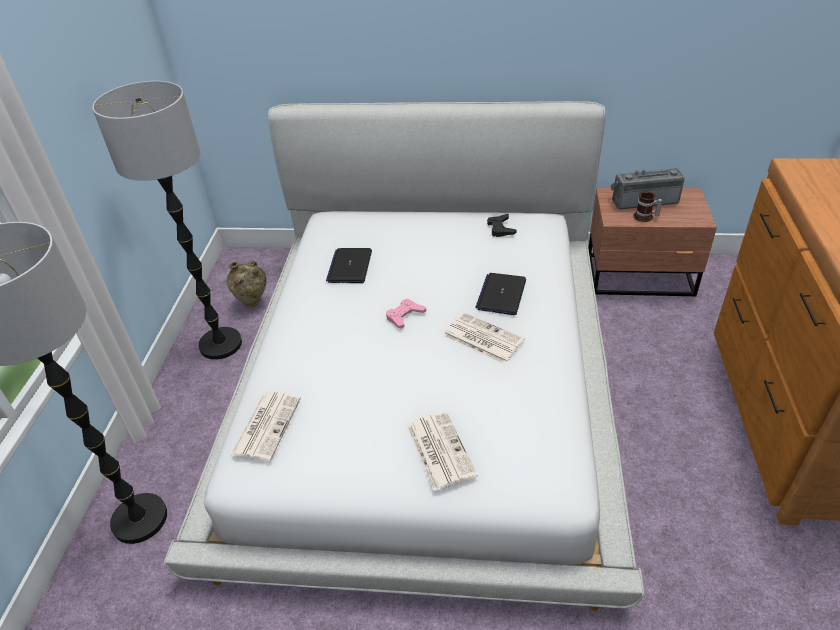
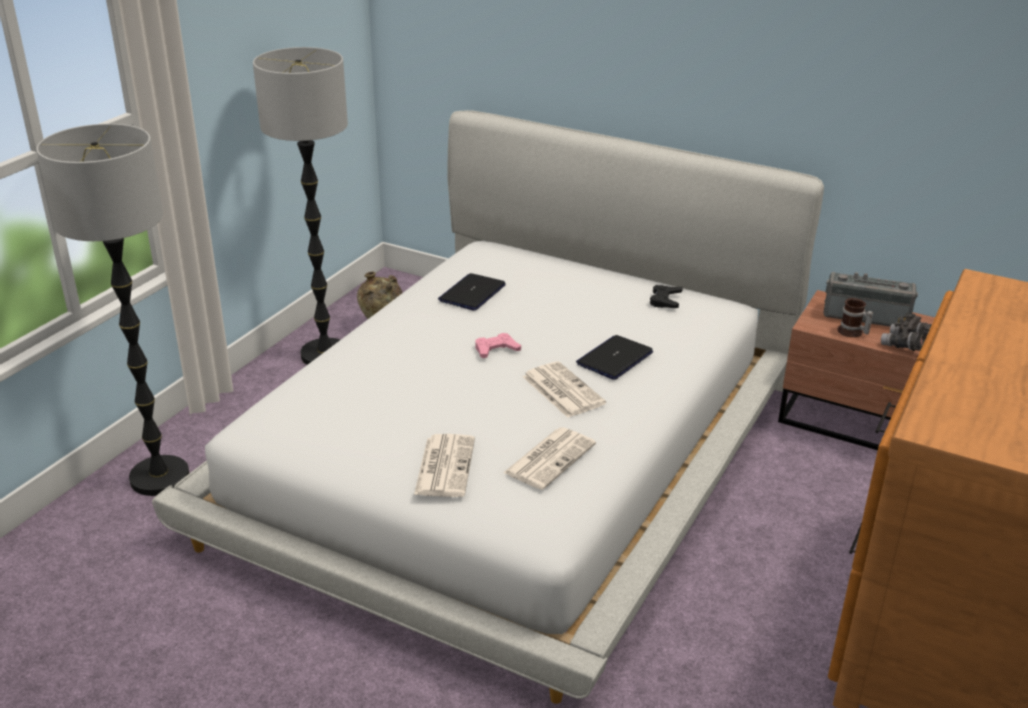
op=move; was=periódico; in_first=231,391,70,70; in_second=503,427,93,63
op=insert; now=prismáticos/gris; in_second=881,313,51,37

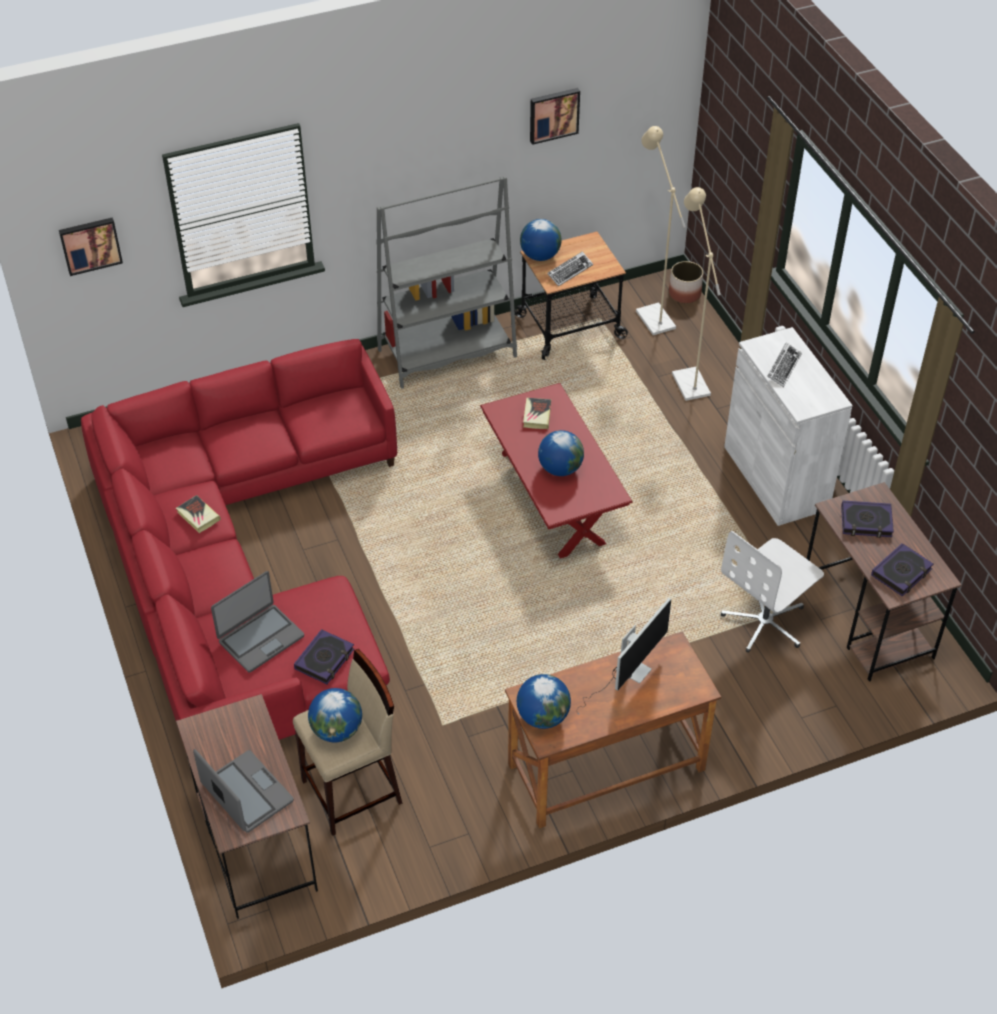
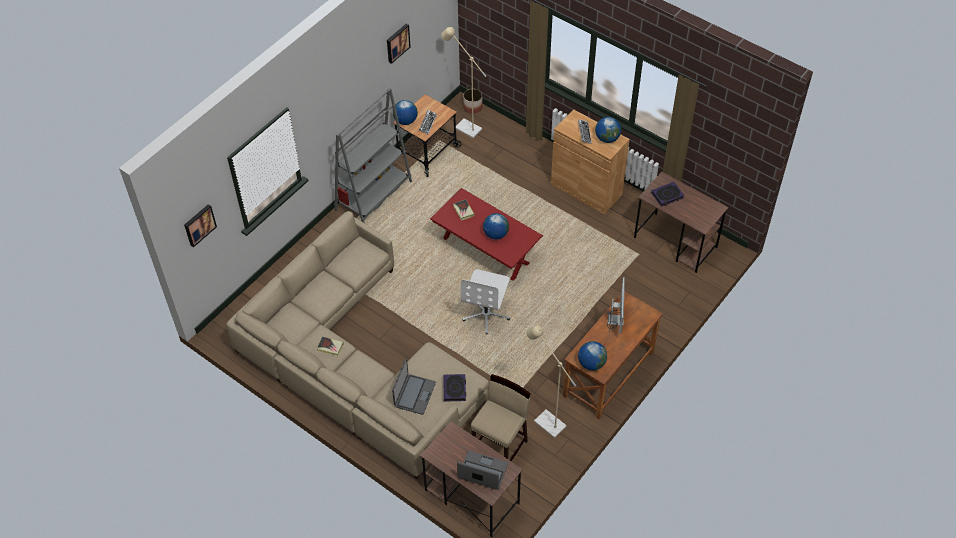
op=move; was=lámpara de pie/beis; in_first=672,187,49,214; in_second=526,325,50,113
op=recolor; was=armario/blanco; now=armario/marrón; in_first=724,327,129,199; in_second=551,109,79,105
op=recolor; was=sofá/rojo; now=sofá/beis; in_first=81,339,316,401; in_second=226,211,263,268
op=move; was=silla de oficina/blanco; in_first=721,531,103,122; in_second=461,270,49,65
op=delete; was=libro; in_first=871,543,62,53
op=move; was=globo terráqueo; in_first=308,688,54,54; in_second=595,117,26,26

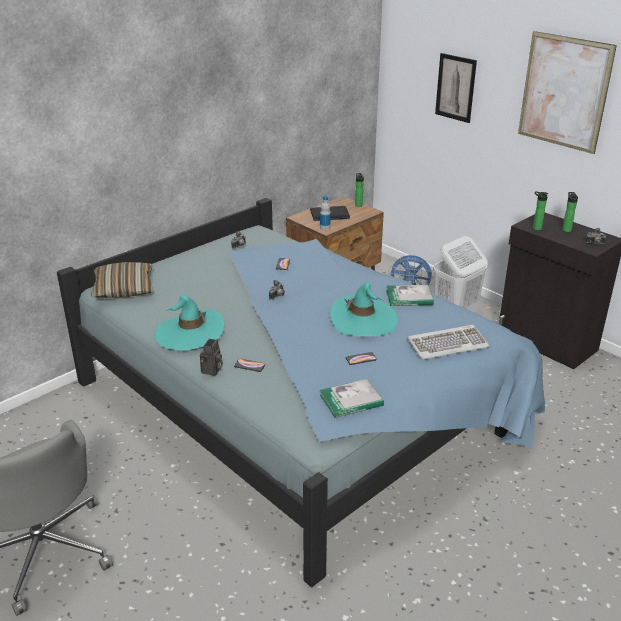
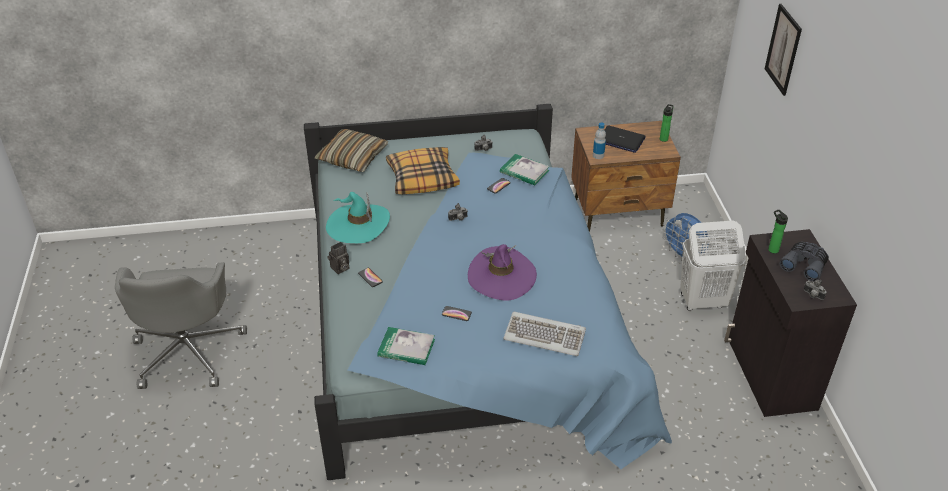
op=delete; was=cuadro; in_first=518,31,99,123
op=replace; was=botella; now=prismáticos/gris; in_first=562,192,16,40; in_second=779,241,50,41
op=recolor; was=sombrero/turquesa; now=sombrero/morado; in_first=330,282,69,54; in_second=468,244,69,57
op=move; was=libro; in_first=386,285,48,21; in_second=500,154,50,32
op=insert; now=cojín; in_second=386,147,74,47

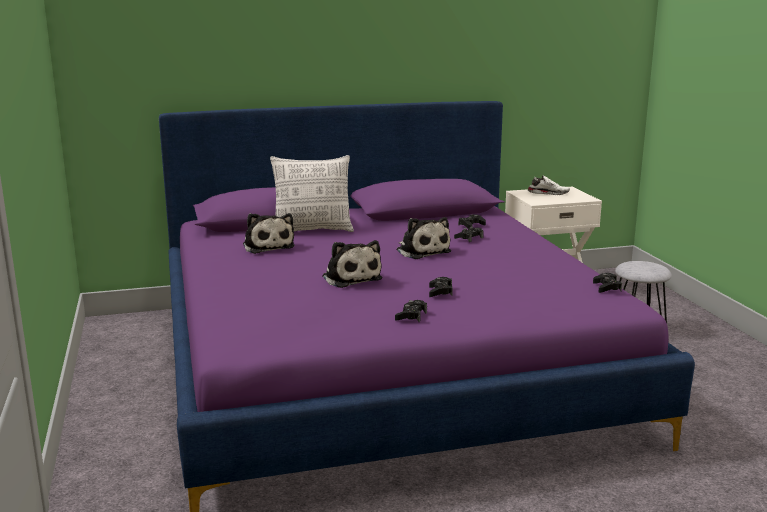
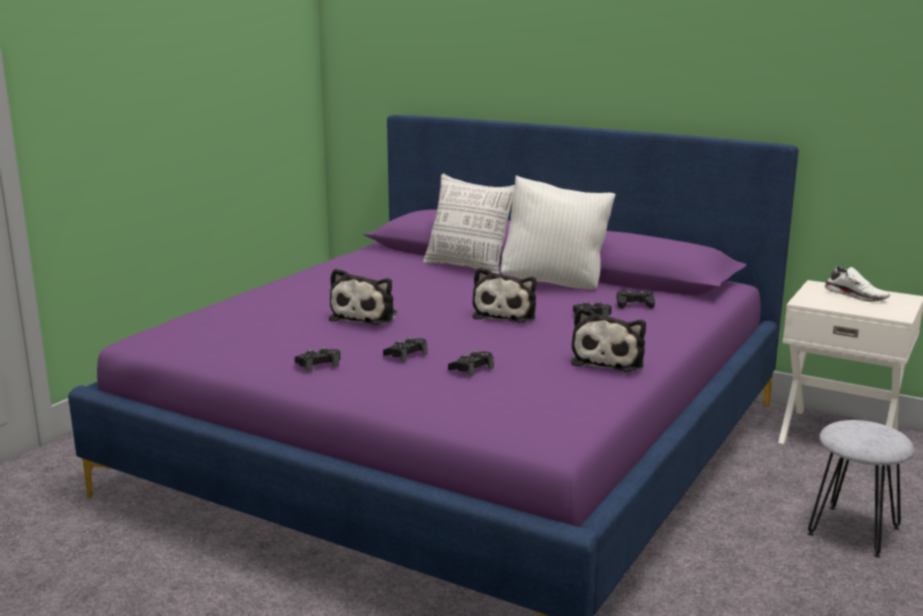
op=move; was=peluche; in_first=243,213,52,41; in_second=571,307,75,65
op=move; was=mando de consola/negro; in_first=593,273,29,20; in_second=448,350,46,27
op=insert; now=cojín/blanco; in_second=501,175,115,114

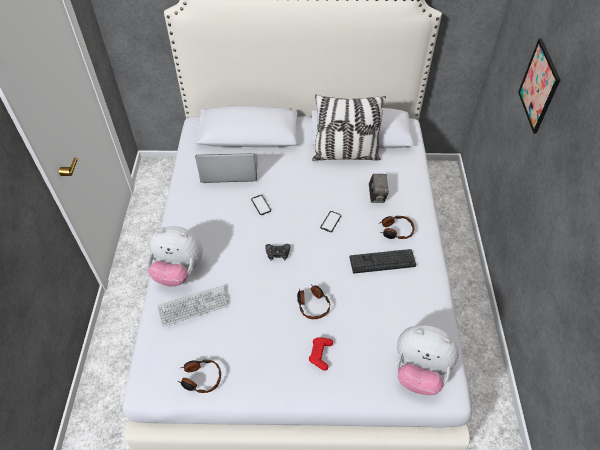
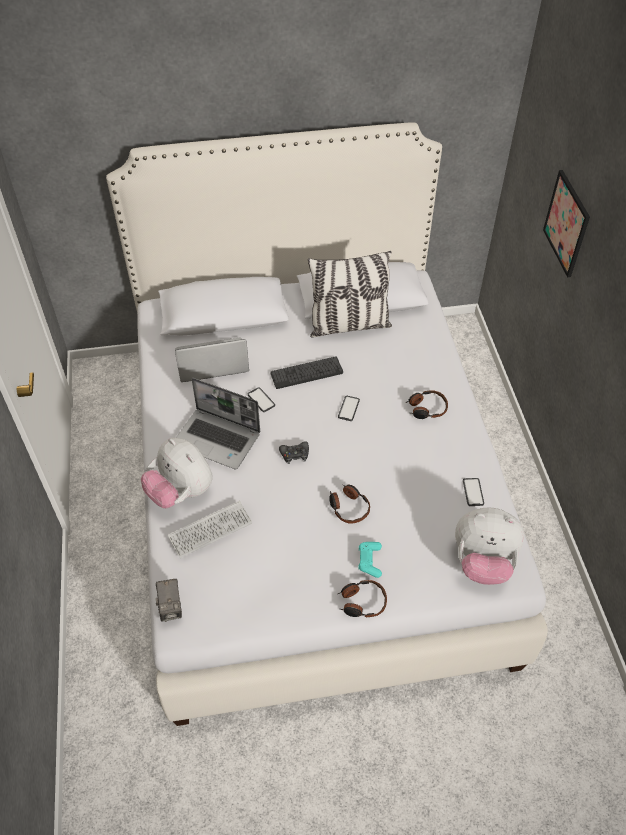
op=move; was=cámara; in_first=369,174,20,29; in_second=155,579,27,43
op=rotate; was=peluche; in_first=147,226,56,61; in_second=141,438,72,70; clockwise=45
op=move; was=teclado; in_first=350,249,66,24; in_second=271,356,72,33
op=recolor; was=mando de consola/rojo; now=mando de consola/turquesa; in_first=309,337,24,34; in_second=358,542,24,36
op=move; was=auriculares; in_first=178,360,43,33; in_second=338,580,49,37
op=insert; now=portátil; in_second=176,378,84,91
op=insert; now=móvil; in_second=463,478,21,28

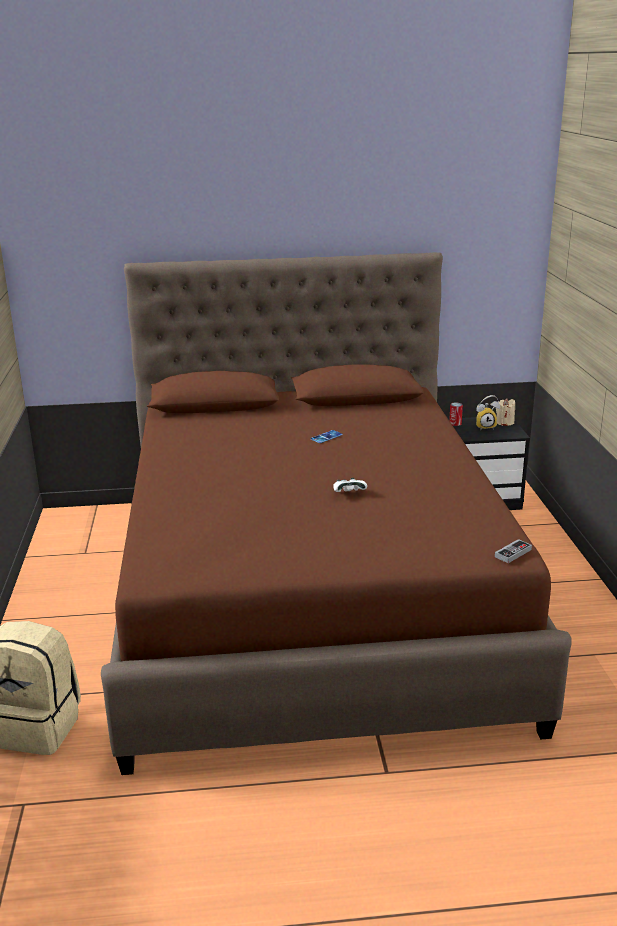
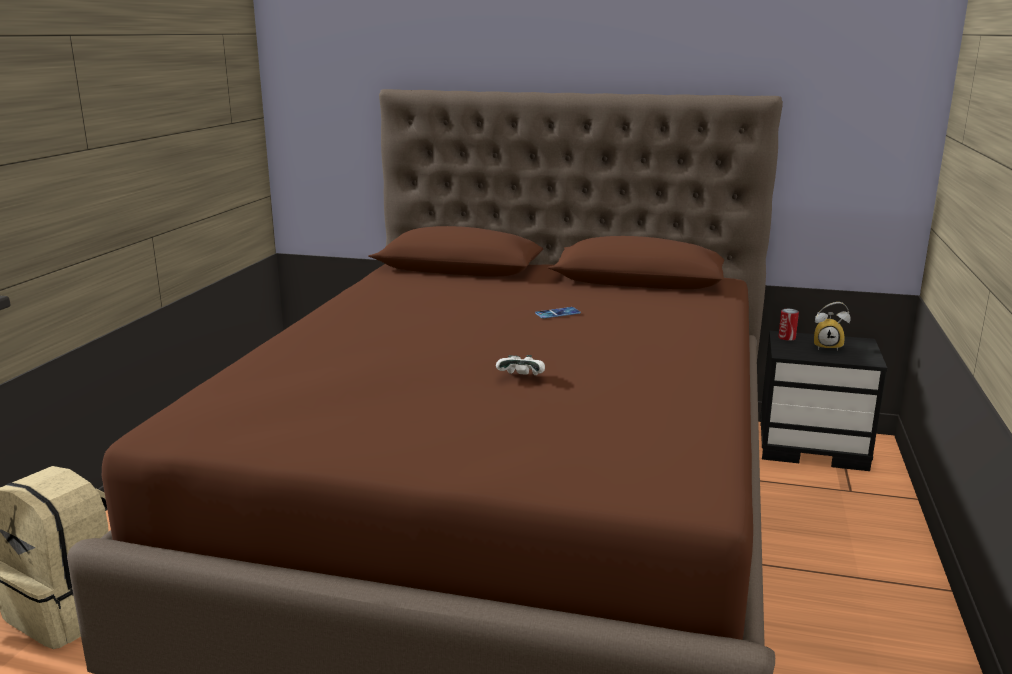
op=delete; was=vela/beis; in_first=496,398,19,28
op=delete; was=mando de consola; in_first=495,539,37,24

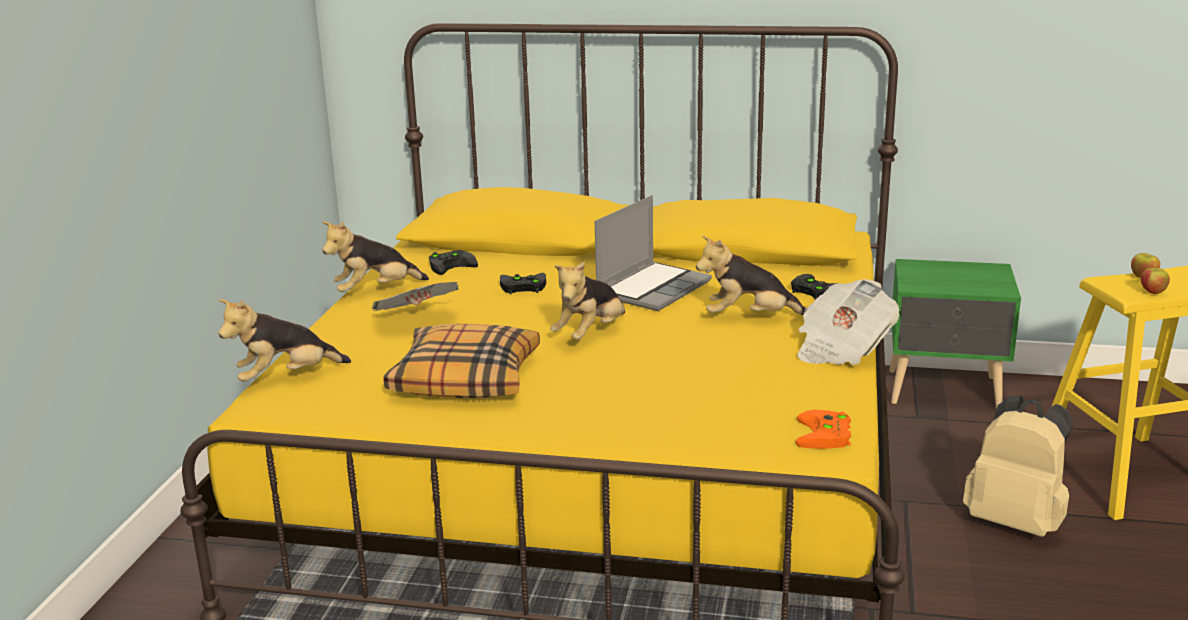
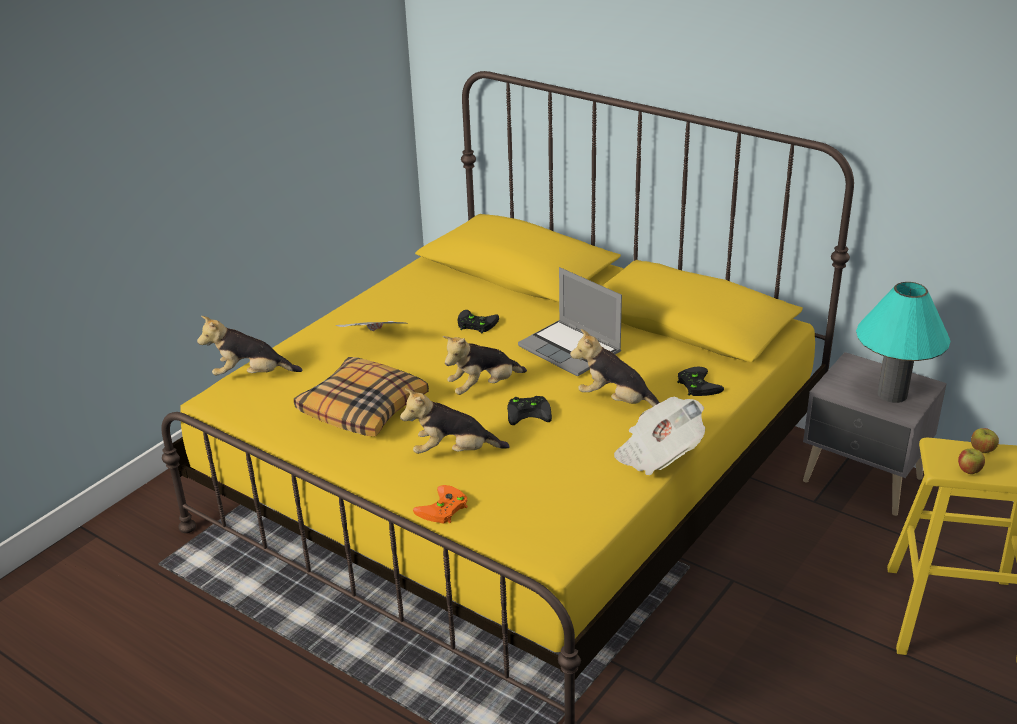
op=rotate; was=portátil; in_first=595,195,117,116; in_second=518,267,104,109; clockwise=75
op=move; was=peluche; in_first=322,221,107,71; in_second=400,388,110,66
op=move; was=mando de consola/negro; in_first=429,250,49,25; in_second=507,396,45,29
op=recolor; was=mesita de noche/verde; now=mesita de noche/gris; in_first=889,259,132,149; in_second=803,352,144,164
op=delete; was=mochila/beis; in_first=963,395,111,142
op=move; was=mando de consola/naranja; in_first=796,410,56,39; in_second=413,485,55,38
op=insert; now=lámpara de mesa/turquesa; in_second=856,282,94,121

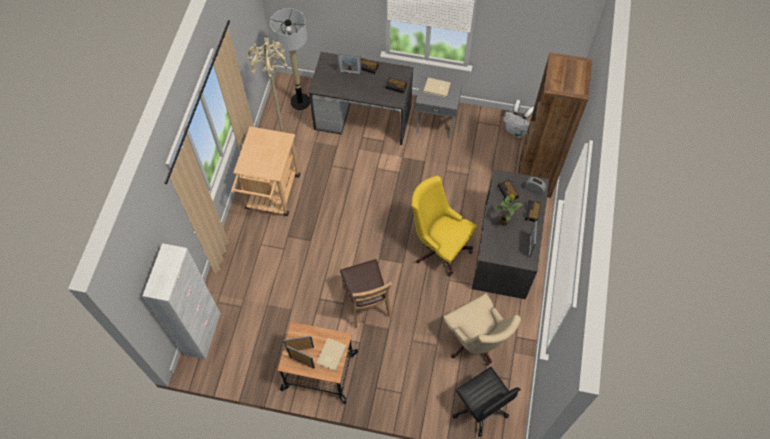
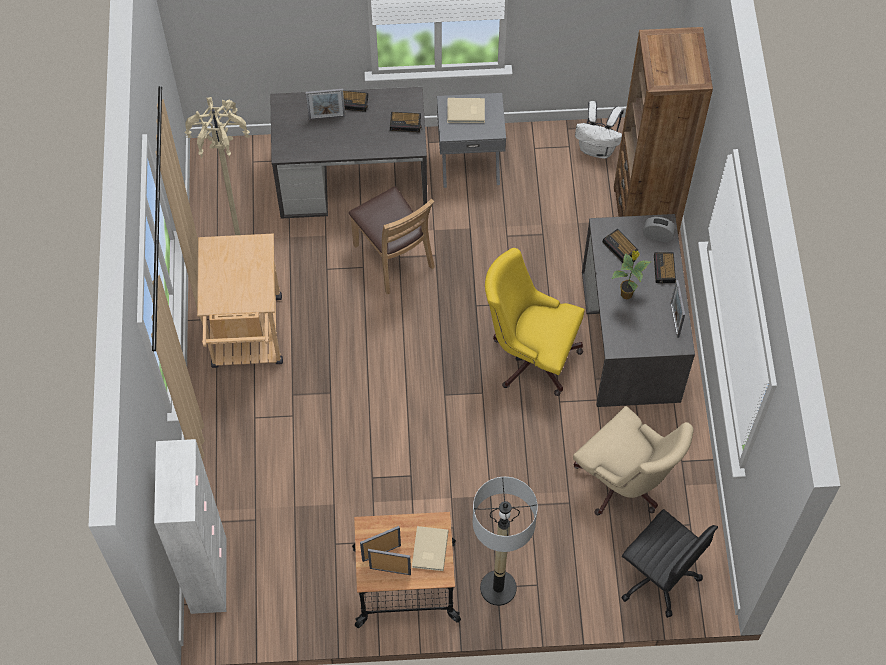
op=move; was=lámpara de pie; in_first=270,8,40,102; in_second=473,477,65,129
op=move; was=silla/marrón; in_first=340,259,52,69; in_second=349,187,86,107

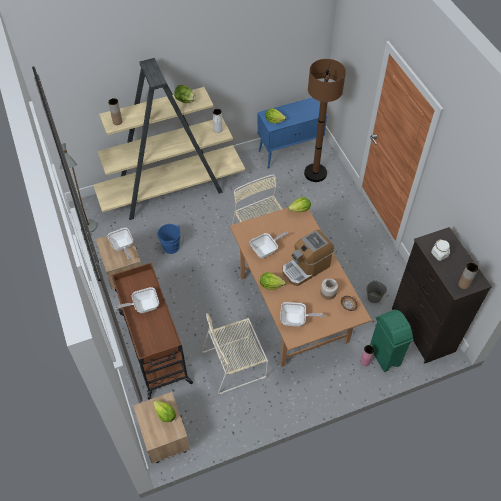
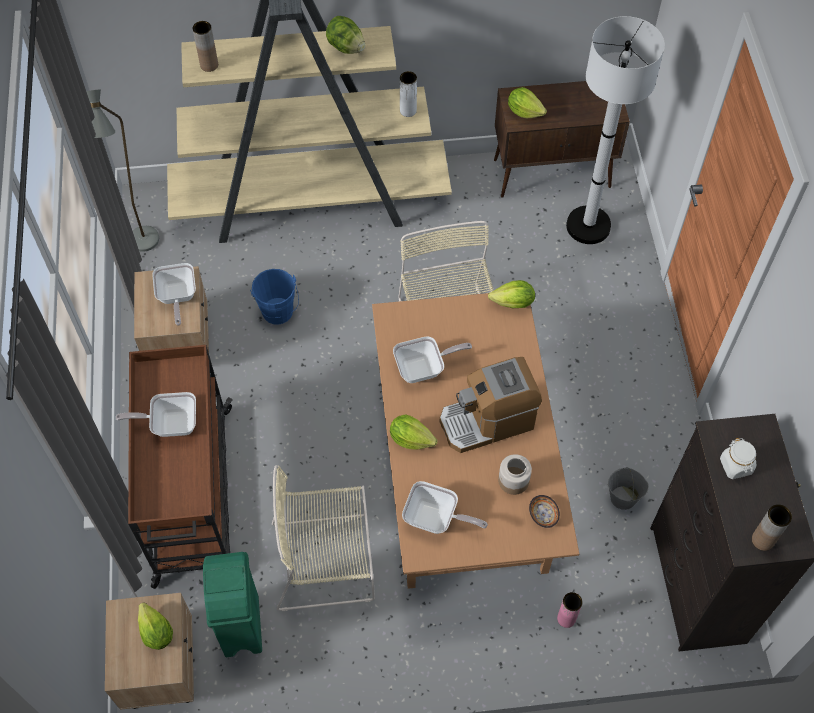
op=recolor; was=lámpara de pie/marrón; now=lámpara de pie/blanco; in_first=304,59,42,123; in_second=566,16,99,228
op=recolor; was=armario/azul; now=armario/marrón; in_first=257,98,70,71; in_second=494,81,136,117
op=move; was=papelera/verde; in_first=370,310,44,62; in_second=203,552,59,105

